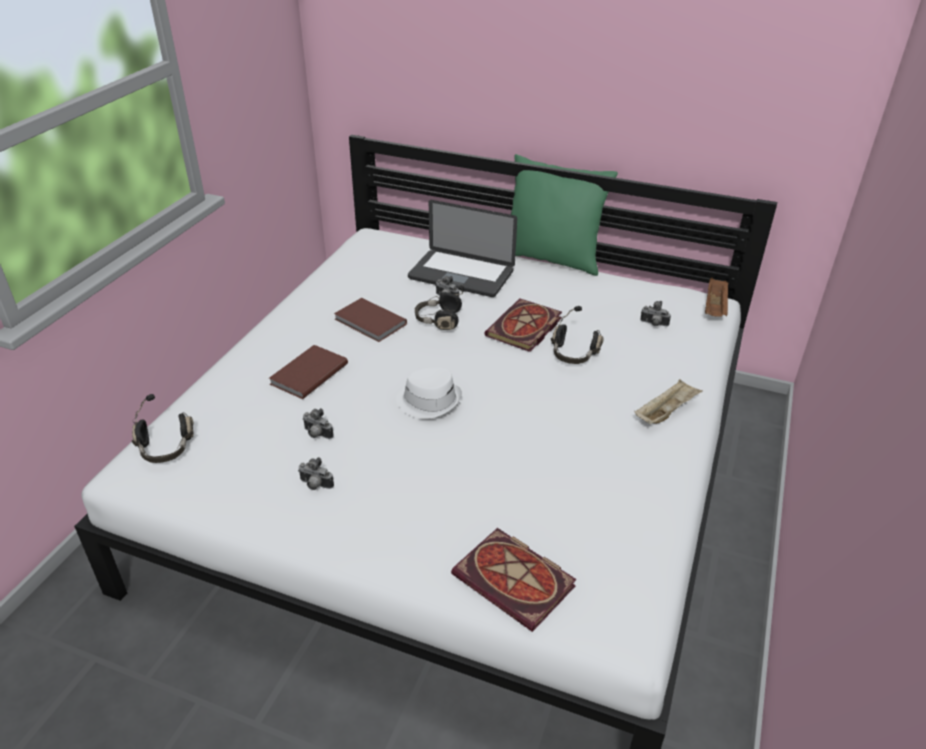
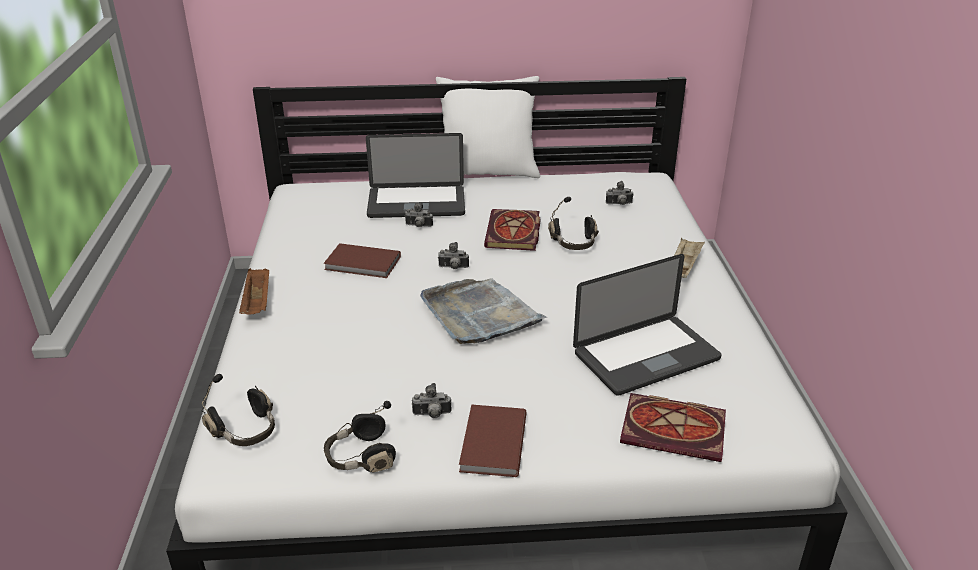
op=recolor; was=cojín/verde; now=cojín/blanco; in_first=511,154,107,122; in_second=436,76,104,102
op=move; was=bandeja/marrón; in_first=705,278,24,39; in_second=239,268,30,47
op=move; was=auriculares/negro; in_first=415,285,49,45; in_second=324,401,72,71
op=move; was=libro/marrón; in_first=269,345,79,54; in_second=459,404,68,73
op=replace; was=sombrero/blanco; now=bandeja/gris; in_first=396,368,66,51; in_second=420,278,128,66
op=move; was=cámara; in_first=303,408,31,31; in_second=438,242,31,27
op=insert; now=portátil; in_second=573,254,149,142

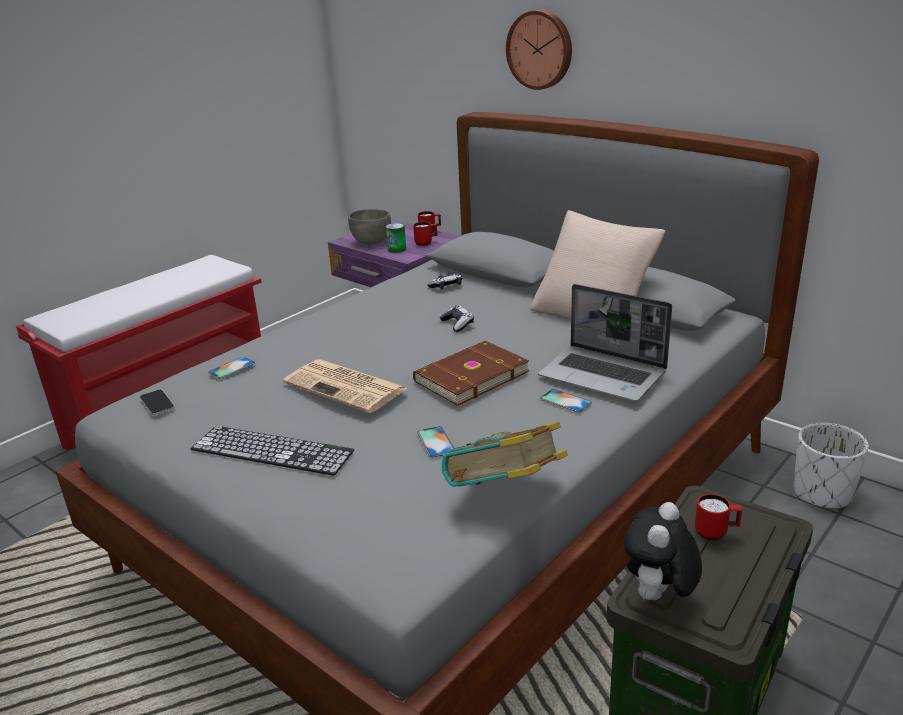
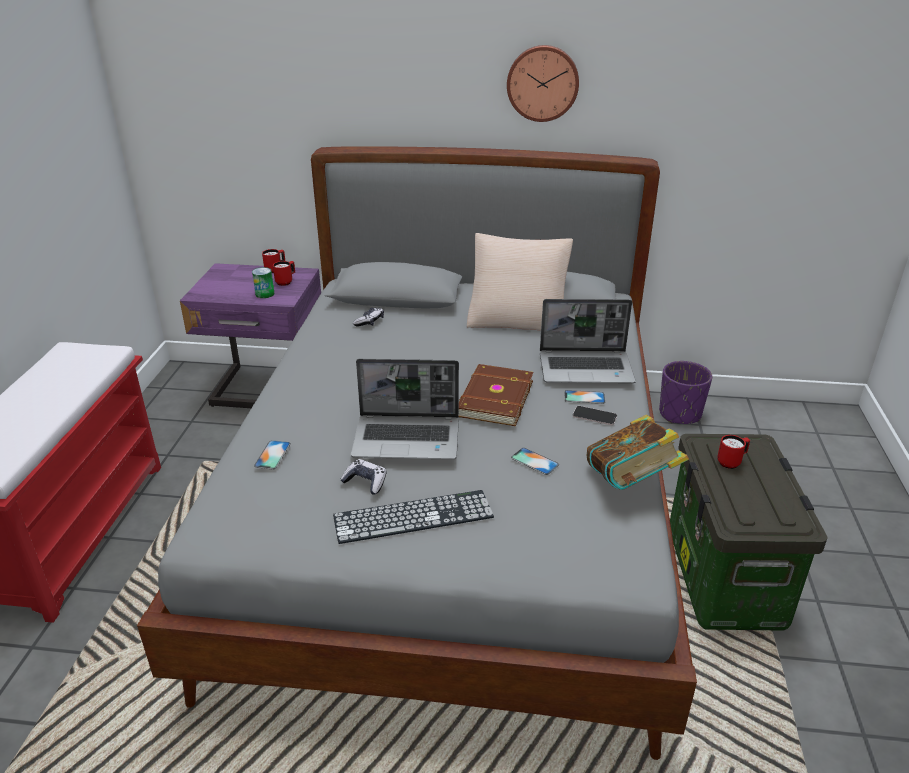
op=move; was=reloj de pared; in_first=506,10,66,80; in_second=507,45,72,77
op=delete; was=cuenco/gris; in_first=348,209,43,36
op=move; was=mando de consola; in_first=440,306,34,26; in_second=340,459,46,36
op=replace; was=periódico; now=portátil; in_first=283,359,125,54; in_second=351,359,108,101
op=move; was=móvil; in_first=140,389,35,26; in_second=573,406,44,19
op=recolor; was=maceta/blanco; now=maceta/morado; in_first=794,423,75,87; in_second=659,361,54,63
op=delete; was=peluche; in_first=624,502,78,98

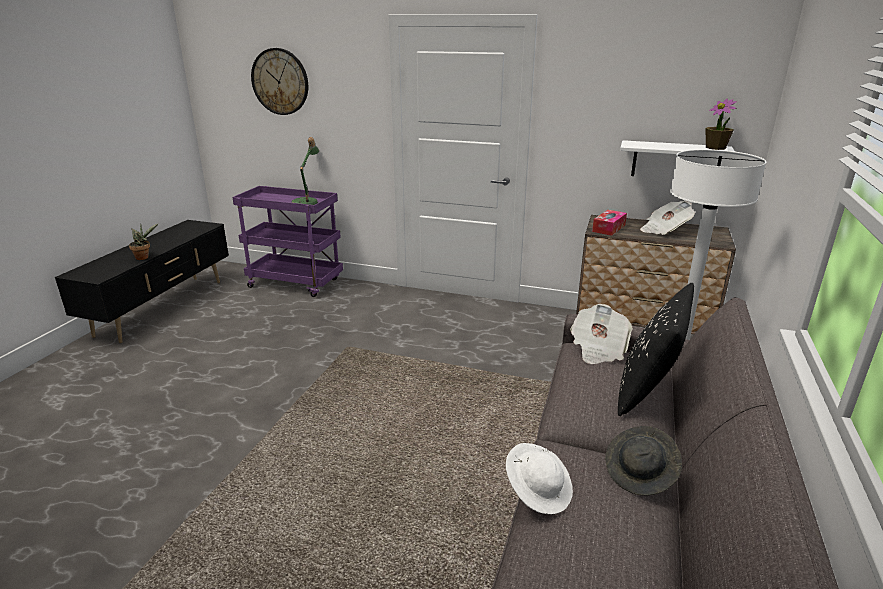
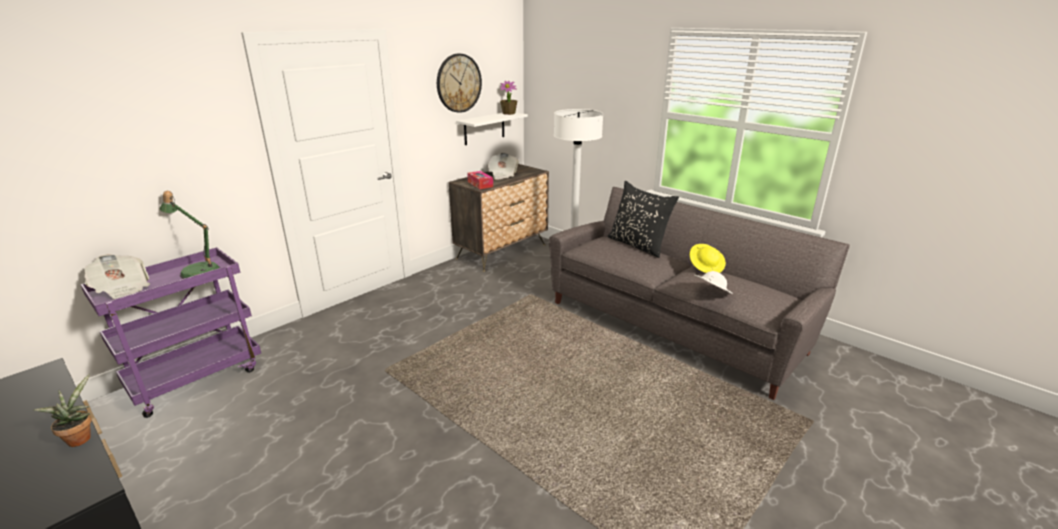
op=move; was=reloj de pared; in_first=251,48,57,67; in_second=437,54,45,59
op=move; was=periódico; in_first=570,304,63,60; in_second=84,254,66,45
op=recolor; was=sombrero/gris; now=sombrero/amarillo; in_first=605,426,77,70; in_second=690,244,36,29

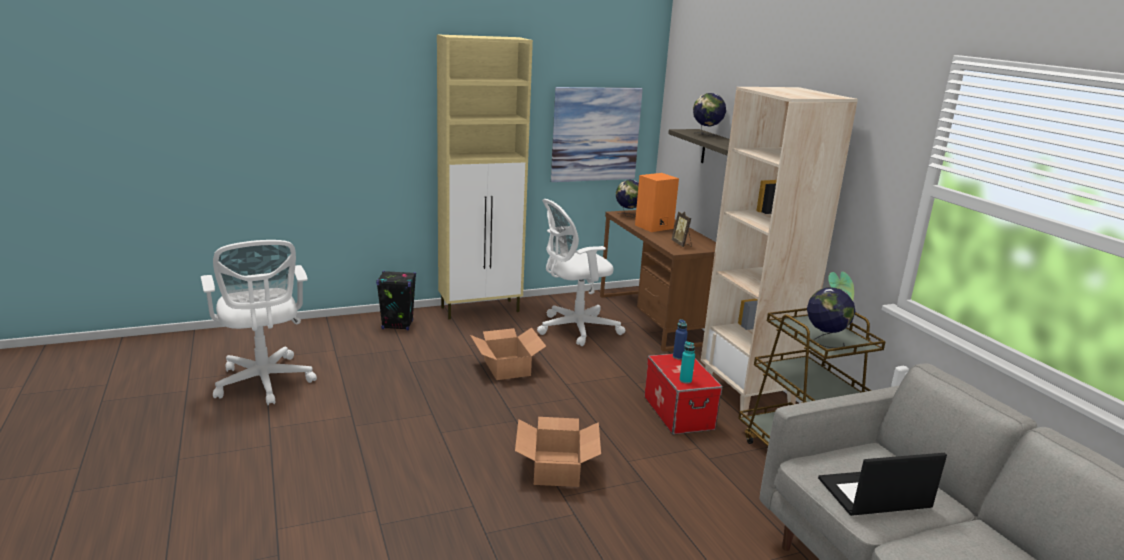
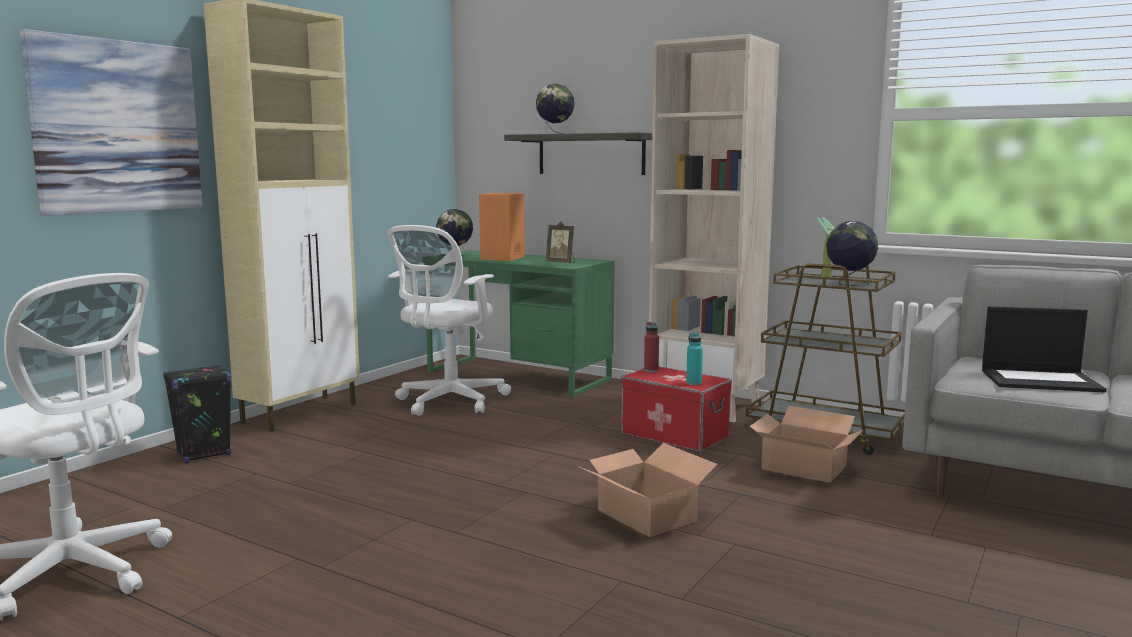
op=move; was=cuadro; in_first=551,87,92,95; in_second=20,29,183,187
op=recolor; was=escritorio/marrón; now=escritorio/verde; in_first=600,210,116,142; in_second=424,250,190,147
op=recolor; was=botella/azul; now=botella/rojo; in_first=673,319,15,41; in_second=644,322,15,50
op=move; was=caja de cartón; in_first=470,328,76,52; in_second=749,406,114,77
op=rotate; was=portátil; in_first=818,453,129,63; in_second=982,306,124,87; clockwise=-120

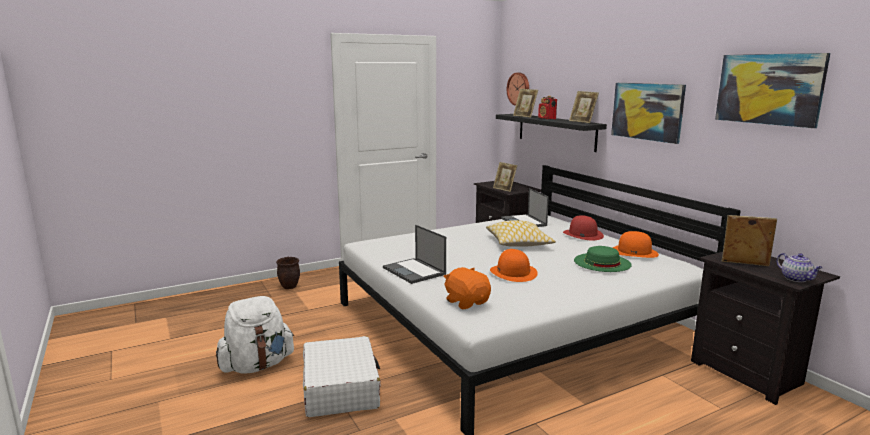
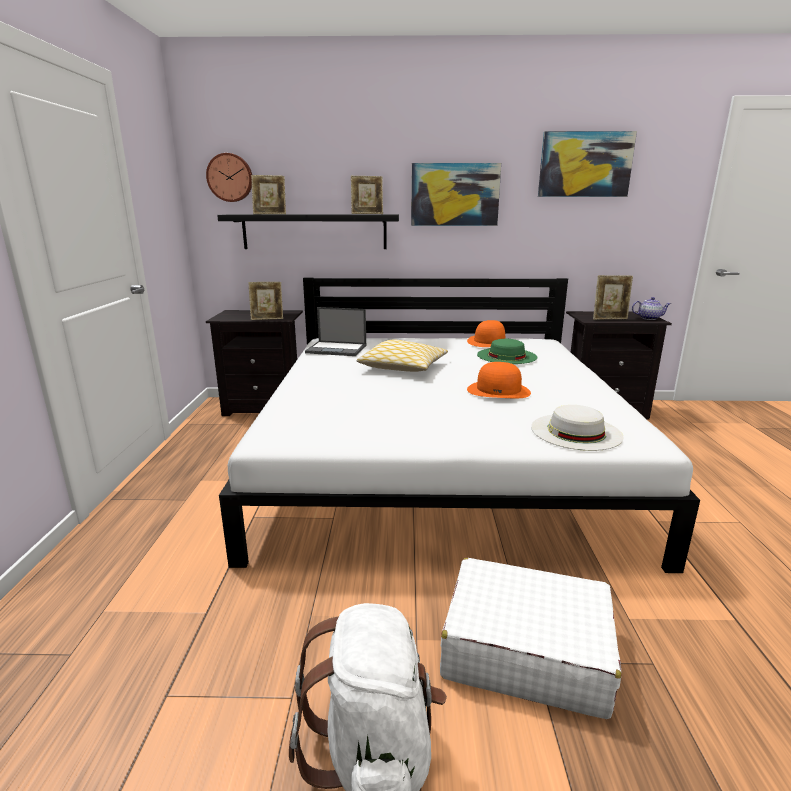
op=delete; was=radio; in_first=538,96,19,23
op=delete; was=sombrero/rojo; in_first=563,215,41,26
op=rotate; was=portarretratos; in_first=722,215,55,51; in_second=593,275,40,45; clockwise=-150
op=delete; was=portátil; in_first=383,225,63,59
op=delete; was=maceta/marrón; in_first=276,257,24,32
op=replace; was=peluche/naranja; now=sombrero/blanco; in_first=443,267,48,42; in_second=531,405,93,46

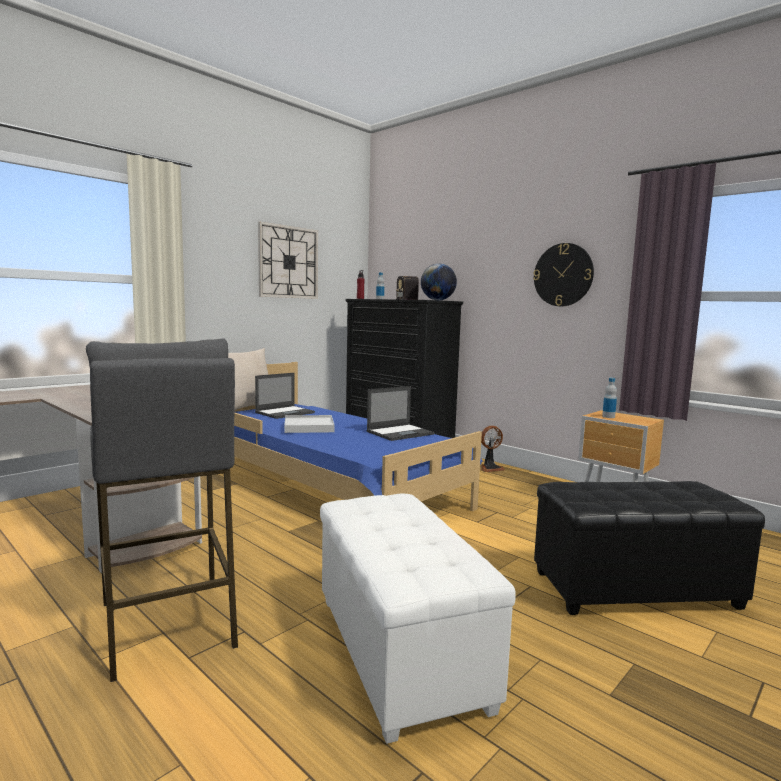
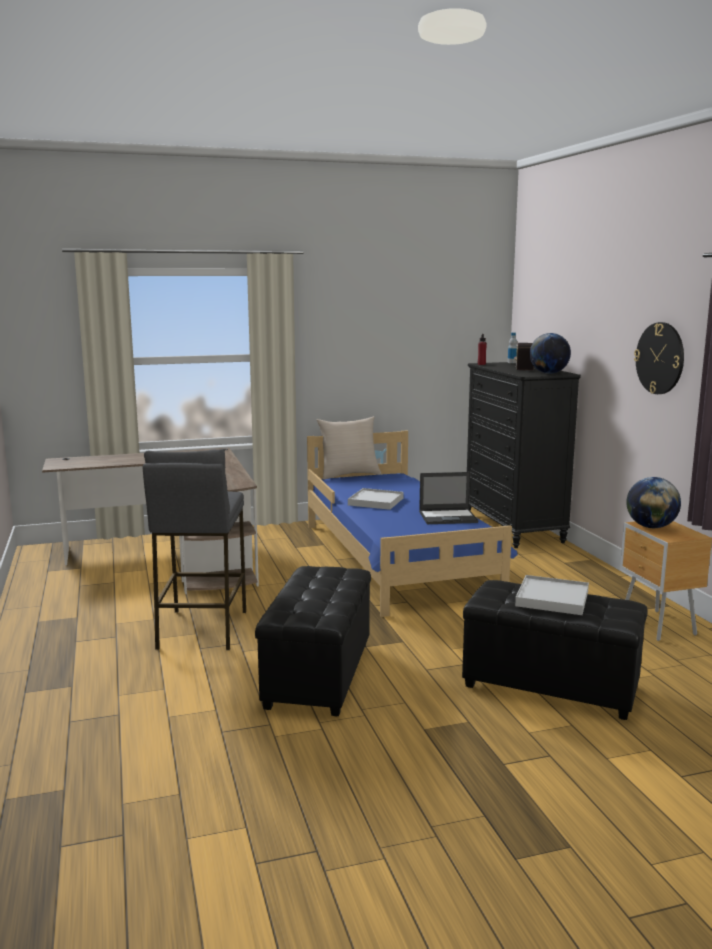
op=delete; was=reloj de pared; in_first=258,222,60,77
op=delete; was=portátil; in_first=255,373,60,46
op=replace; was=botella; now=globo terráqueo; in_first=602,378,15,40; in_second=626,477,55,51
op=delete; was=ventilador; in_first=481,426,24,46
op=recolor; was=puf/blanco; now=puf/negro; in_first=320,493,196,251; in_second=255,566,116,150
op=insert; now=bandeja/blanco; in_second=515,575,74,40

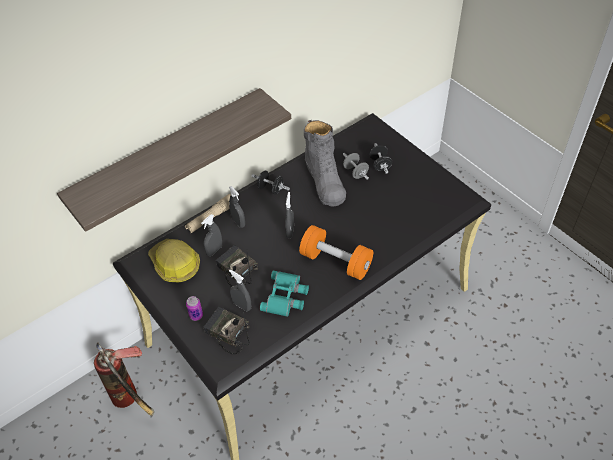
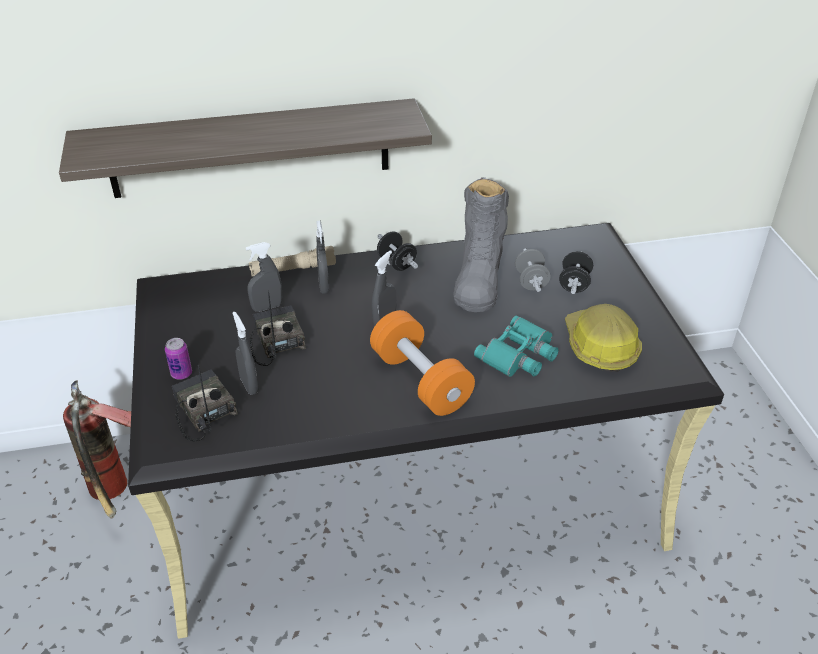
op=move; was=casco; in_first=148,239,52,43; in_second=565,304,77,68
op=move; was=prismáticos/turquesa; in_first=260,271,49,46; in_second=474,315,84,62

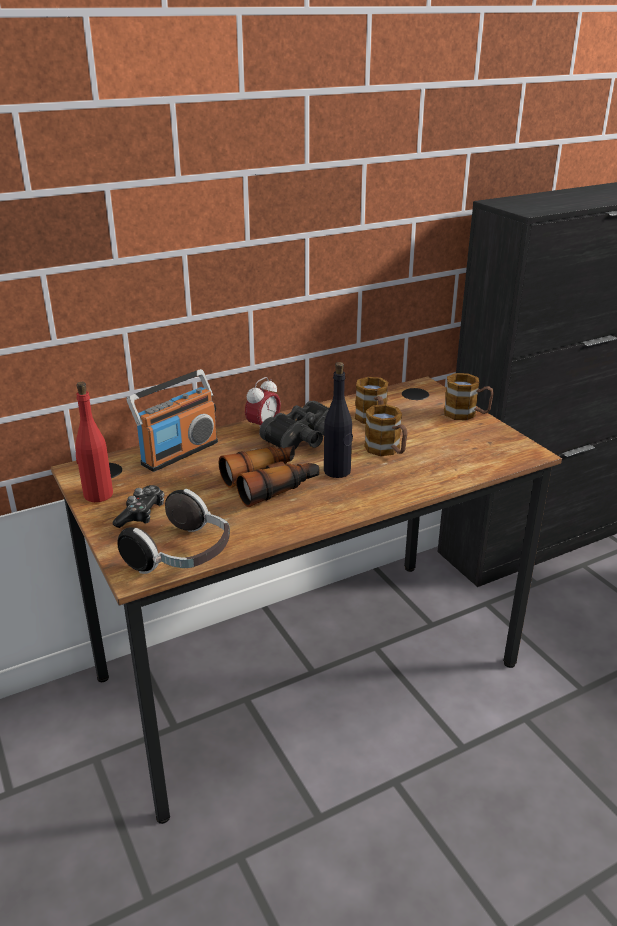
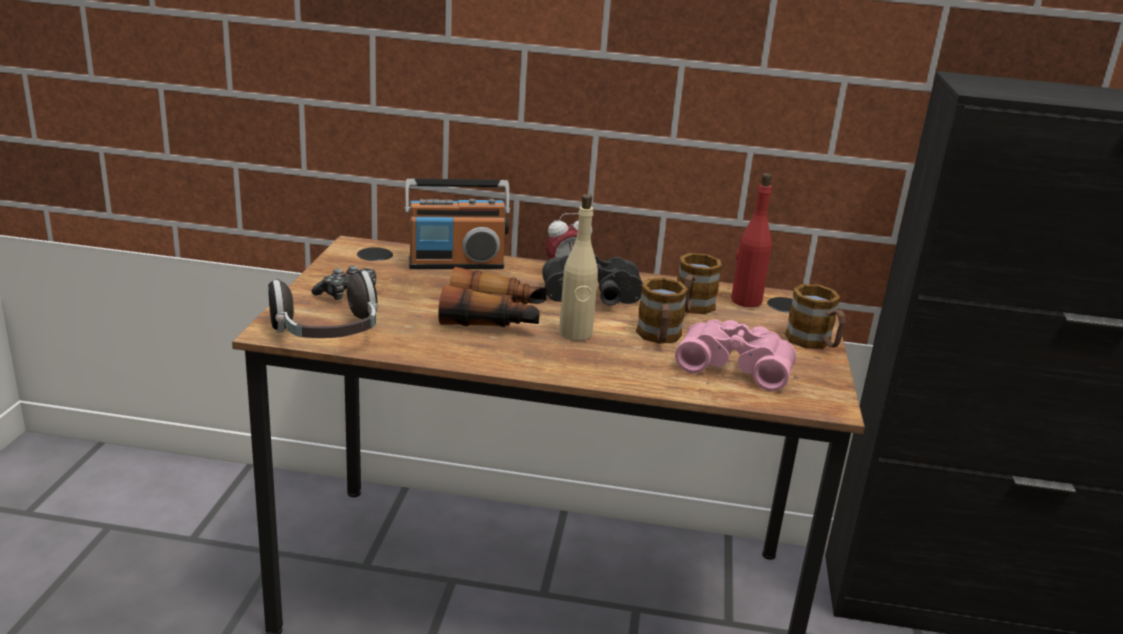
op=recolor; was=botella/negro; now=botella/beis; in_first=324,362,29,116; in_second=559,194,39,147
op=move; was=botella/rojo; in_first=75,382,38,120; in_second=731,173,41,134
op=insert; now=prismáticos/rosa; in_second=675,319,121,72

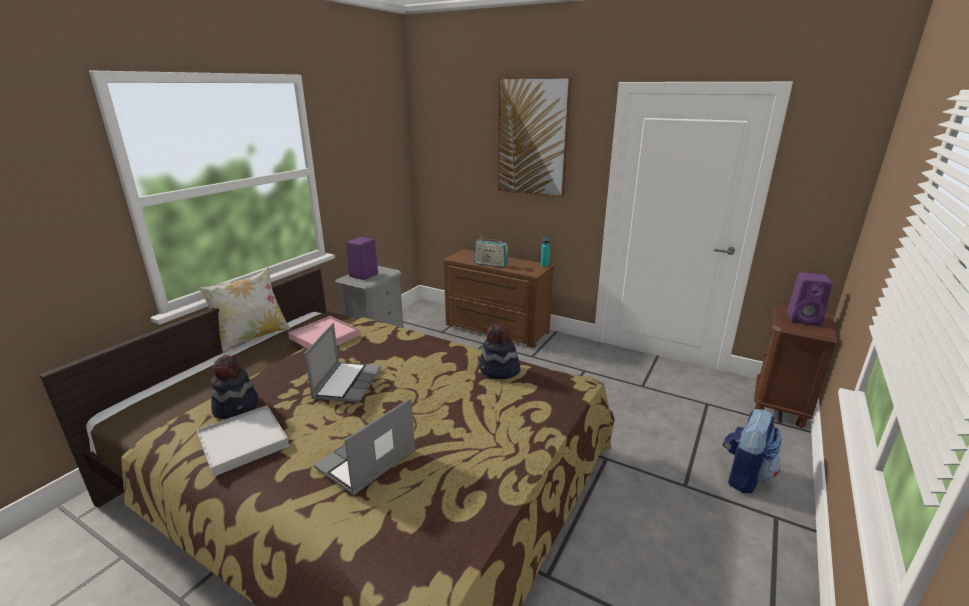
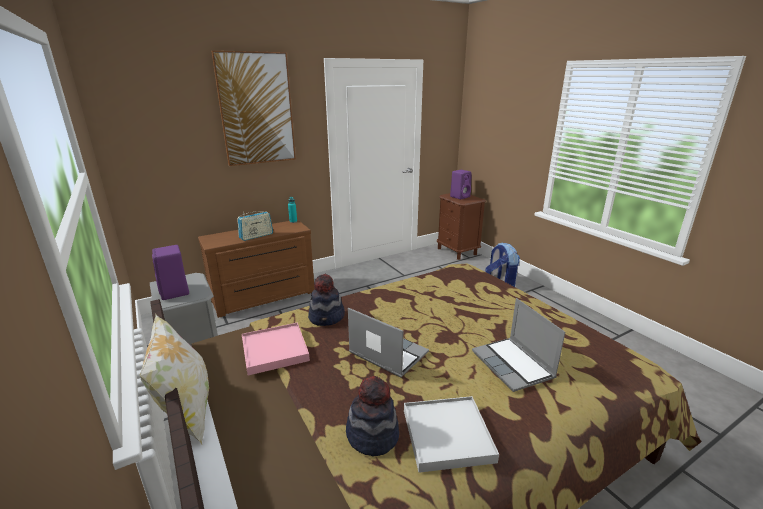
op=move; was=sombrero; in_first=479,323,41,56; in_second=308,274,37,52

